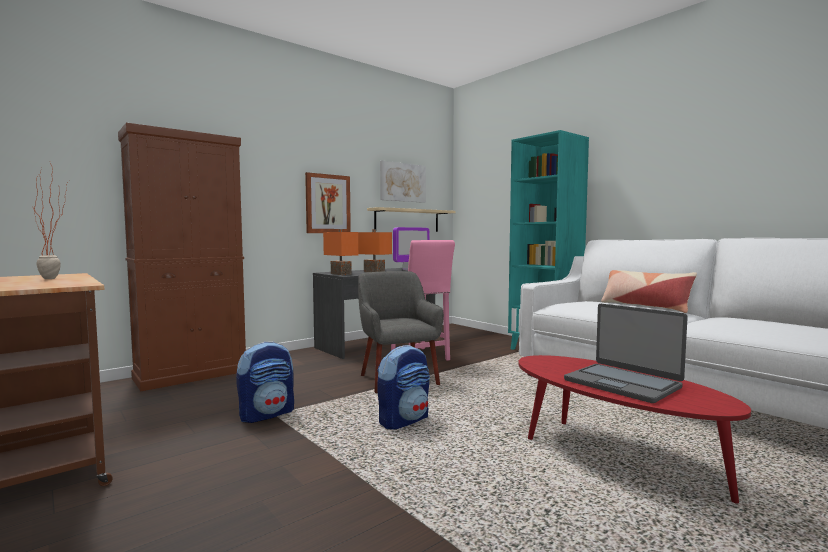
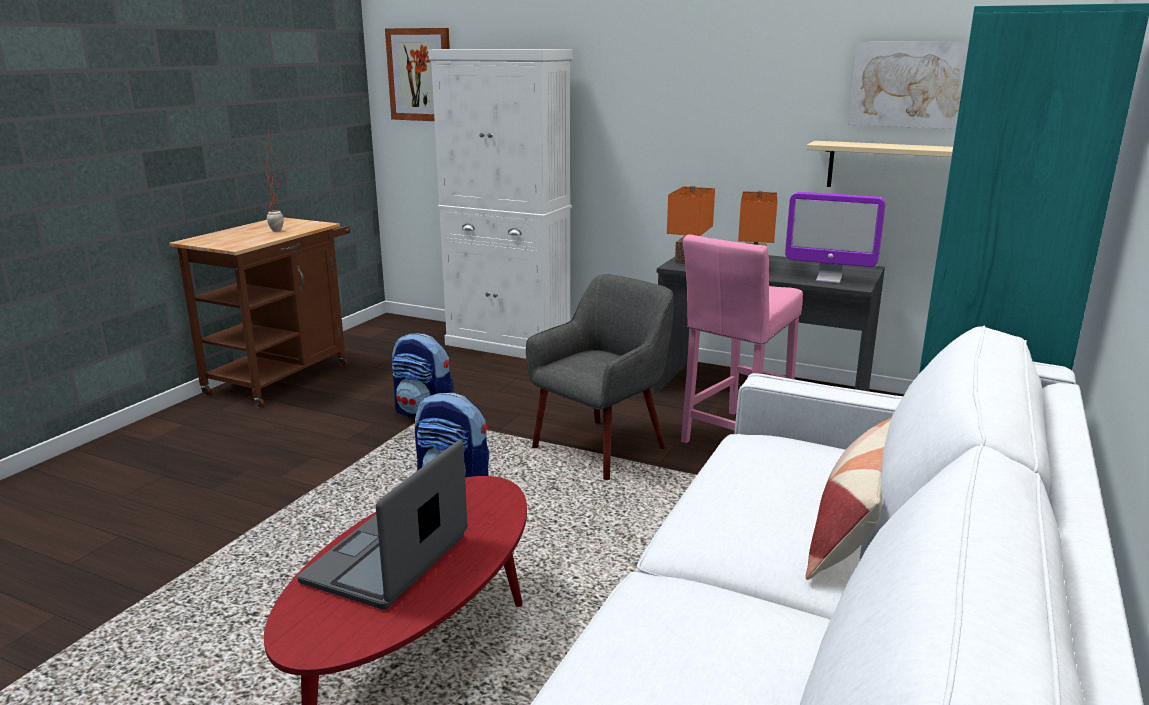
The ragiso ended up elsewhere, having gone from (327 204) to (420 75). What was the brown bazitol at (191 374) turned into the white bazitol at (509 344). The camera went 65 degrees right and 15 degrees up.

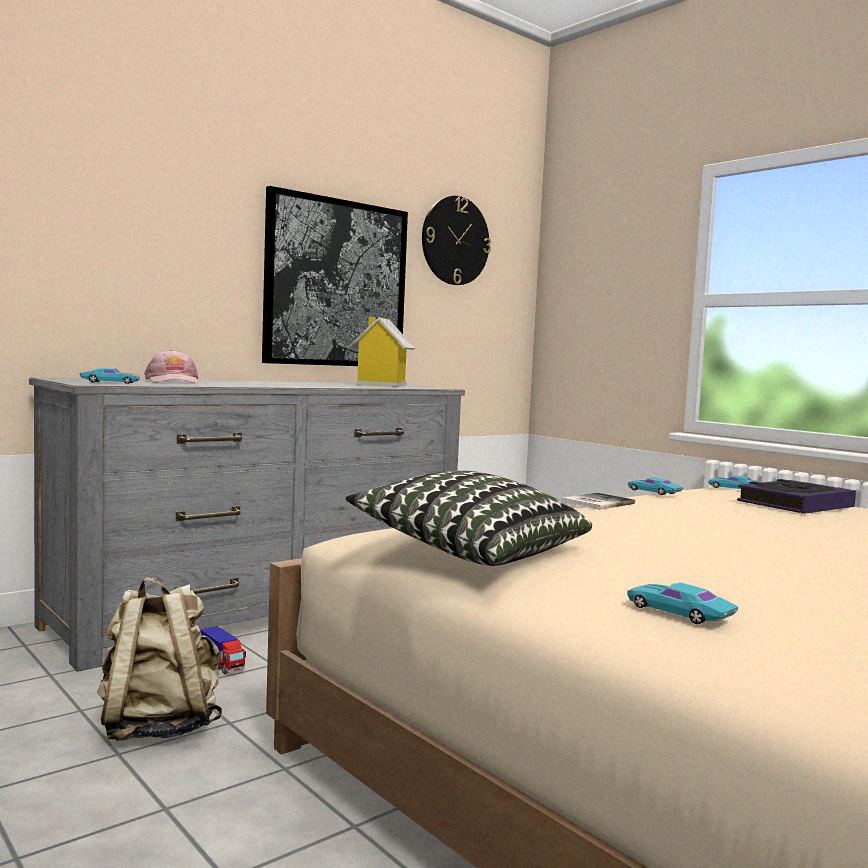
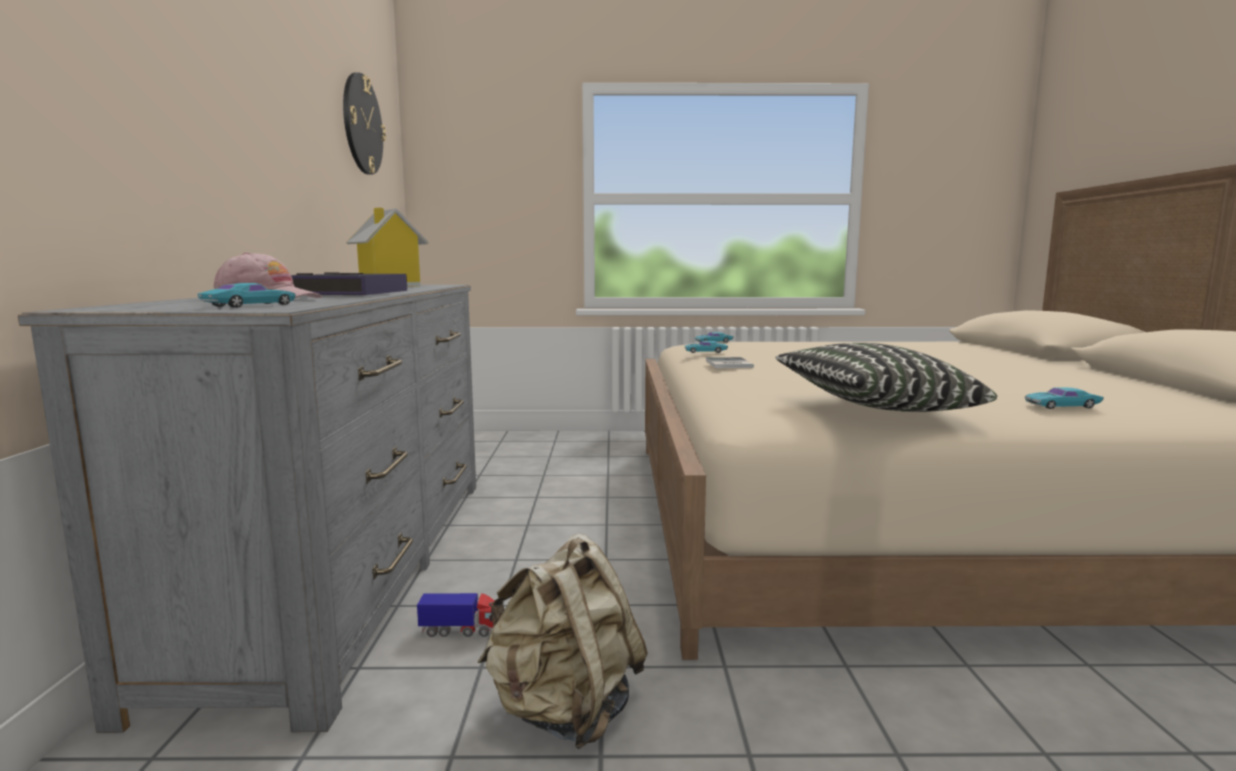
The second view lost the ragiso at (336 283). The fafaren ended up elsewhere, having gone from (794 504) to (350 294). The camera went 50 degrees left and 5 degrees up.

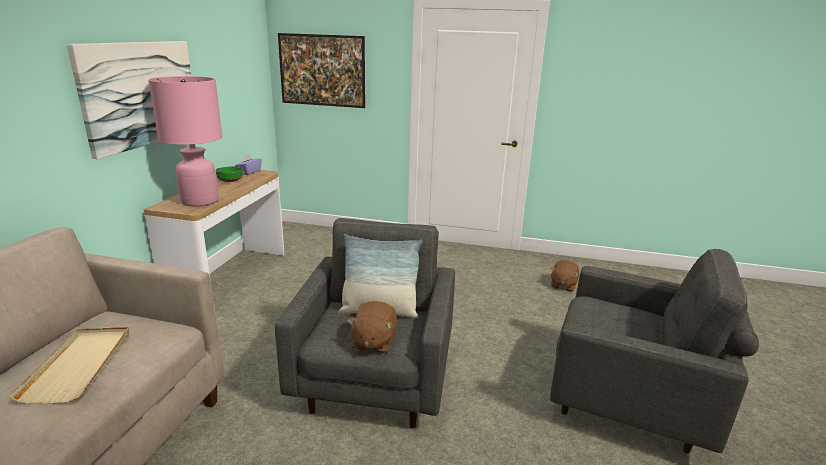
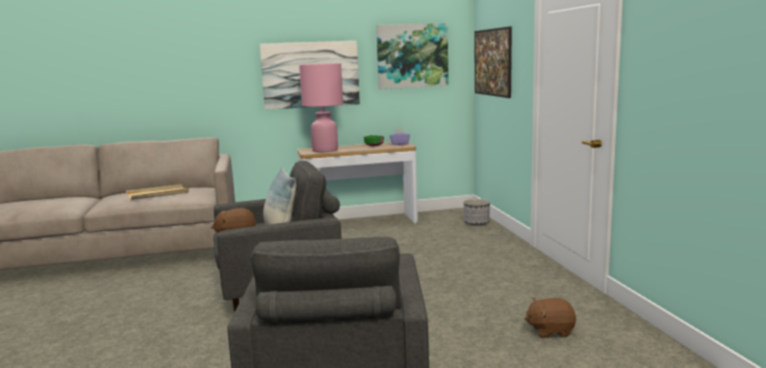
The second view gained the ragiso at (412 56). The second view gained the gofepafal at (476 223). The camera went 65 degrees right and 10 degrees down.

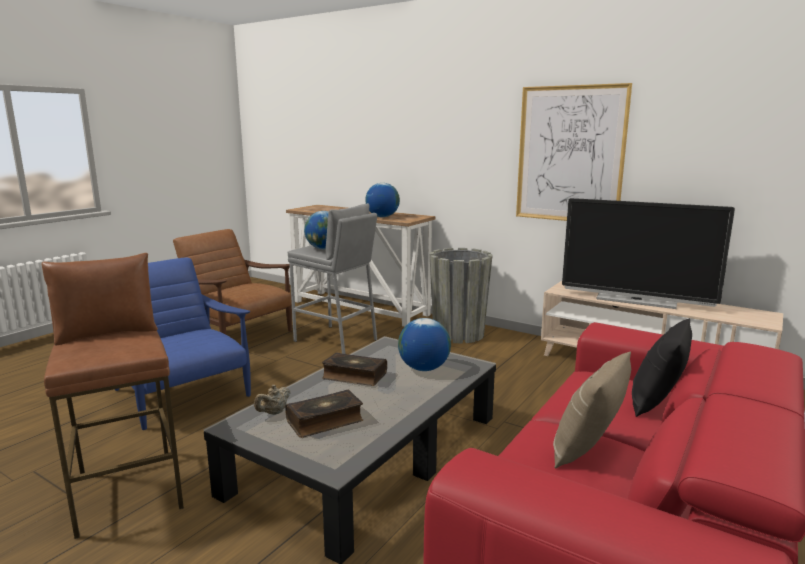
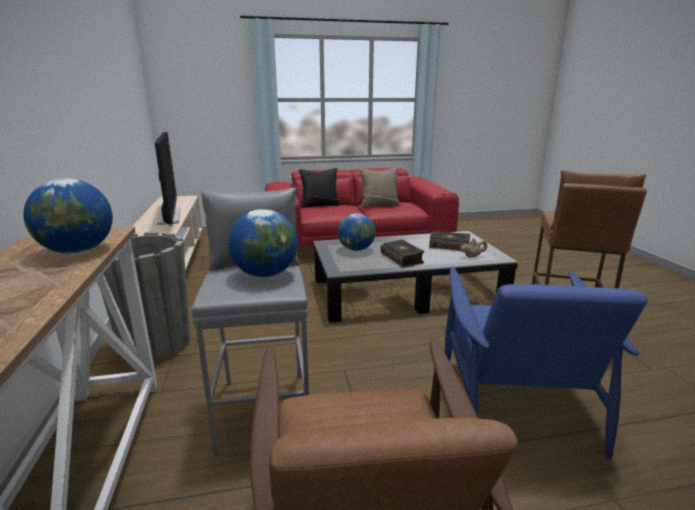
The second view lost the ragiso at (570 154). The camera went 135 degrees left and 5 degrees up.

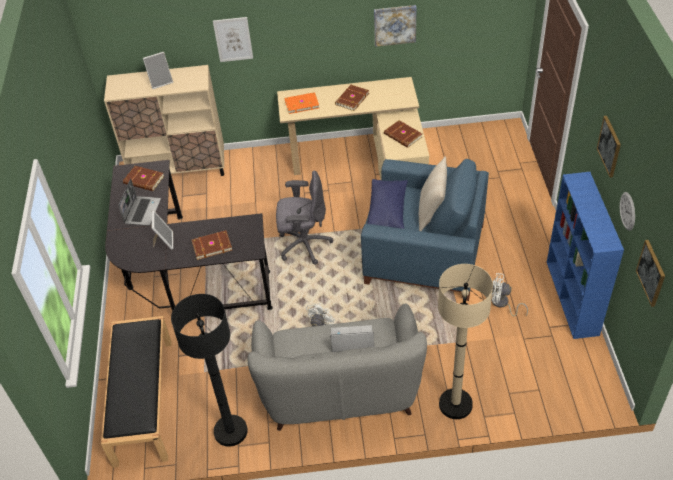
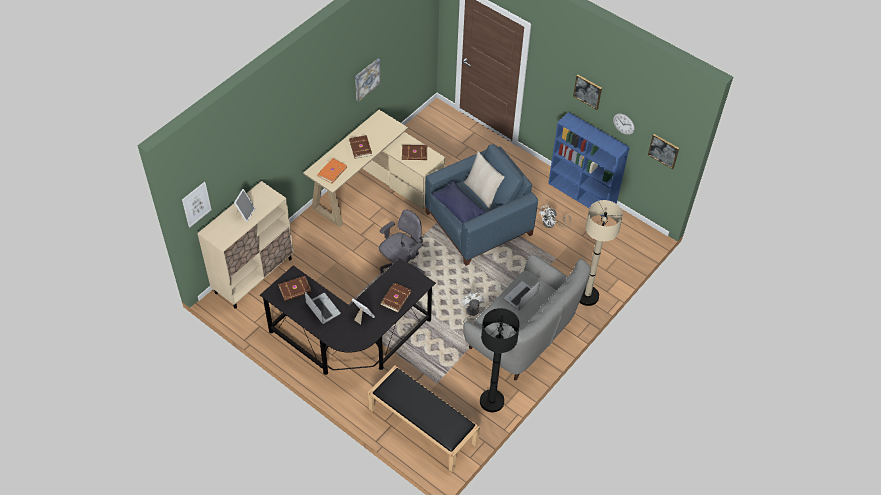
The ragiso ended up elsewhere, having gone from (233 39) to (196 204). The camera went 50 degrees left and 5 degrees up.

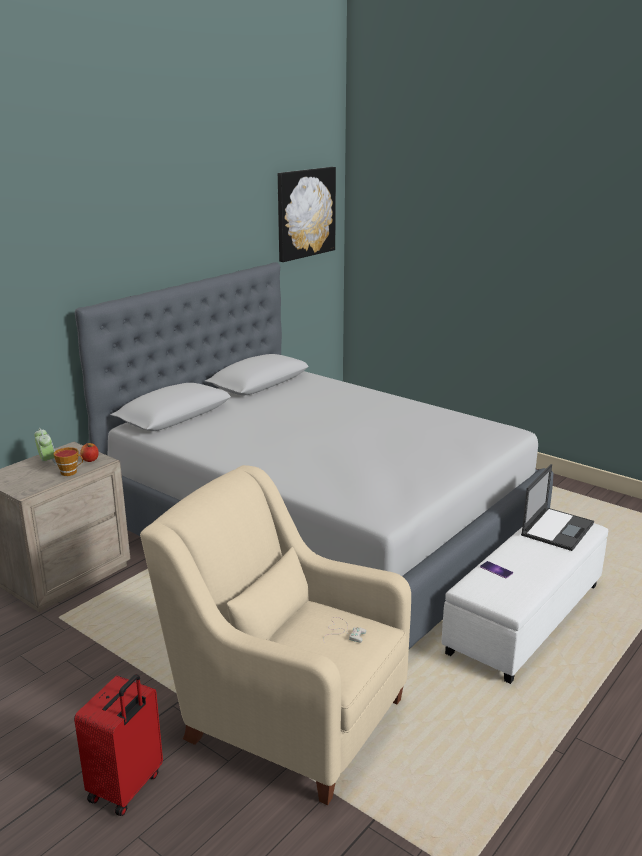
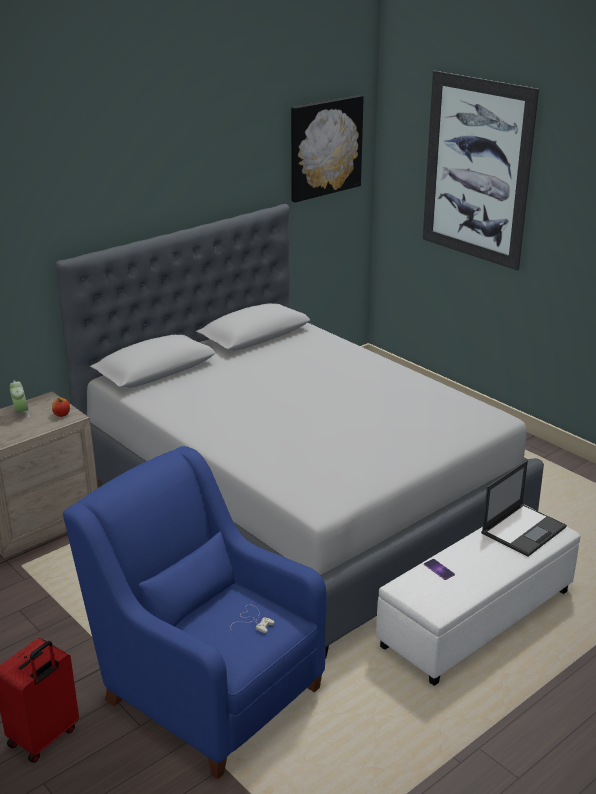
The second view lost the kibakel at (70 472). The second view gained the ragiso at (476 170). What was the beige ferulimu at (286 714) turned into the blue ferulimu at (206 688). The camera went 10 degrees right and 5 degrees up.

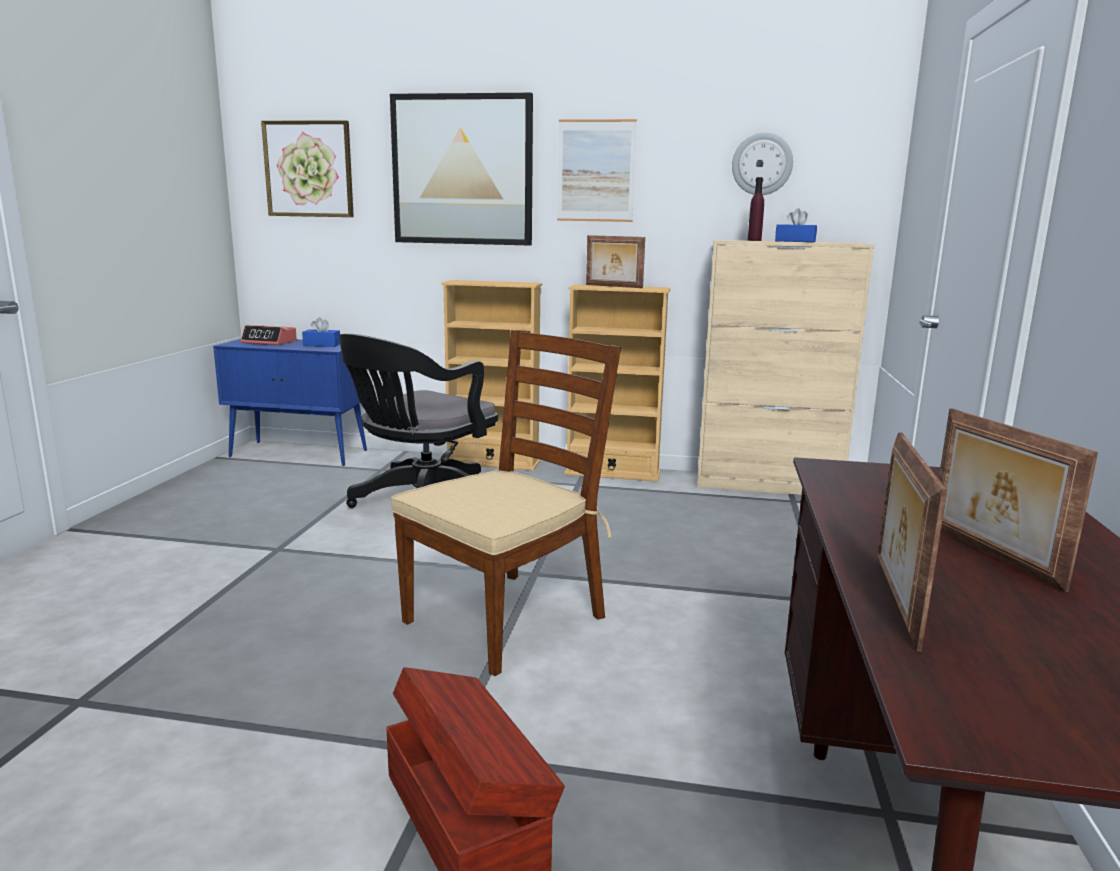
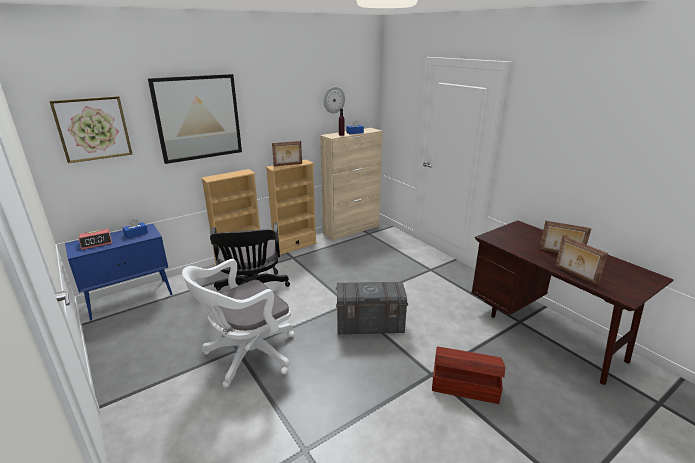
The second view lost the ragiso at (596 171). The second view gained the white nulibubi at (247 356). Where the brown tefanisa stood at (506 618), the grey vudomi came to stand at (370 325). The camera went 45 degrees left and 10 degrees up.

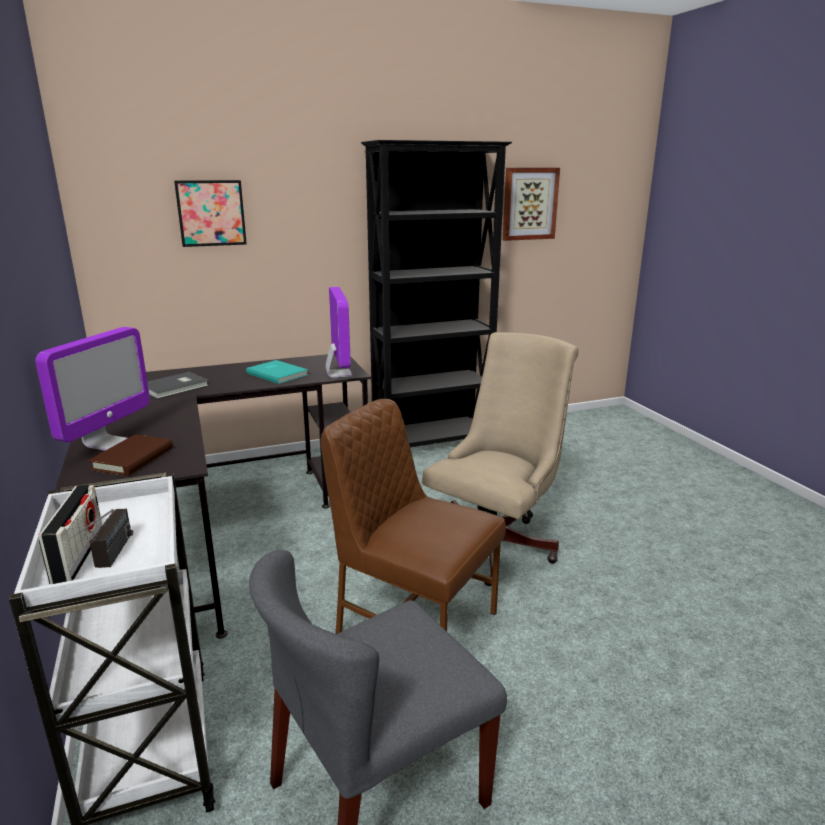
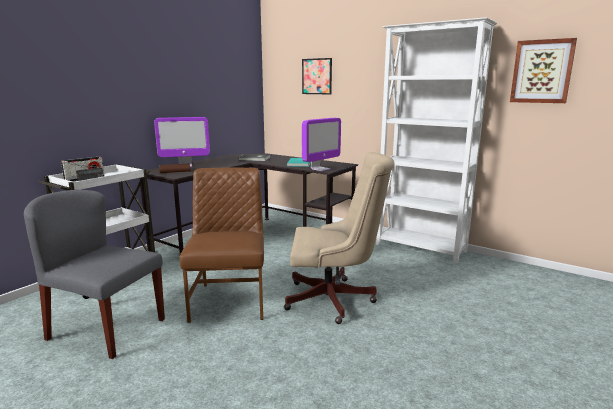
What was the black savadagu at (433 443) turned into the white savadagu at (421 248). The camera went 55 degrees right and 5 degrees down.

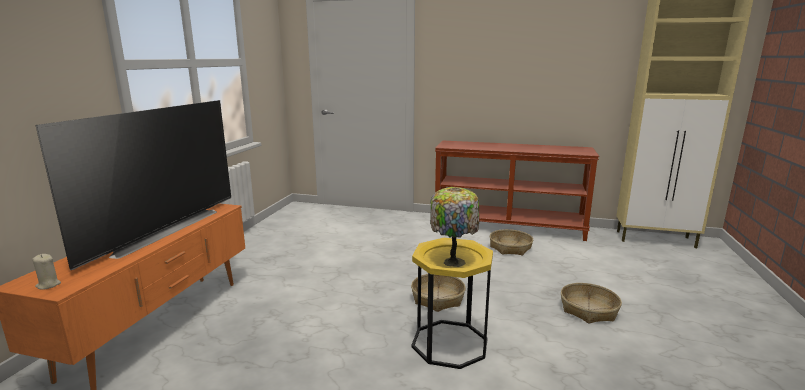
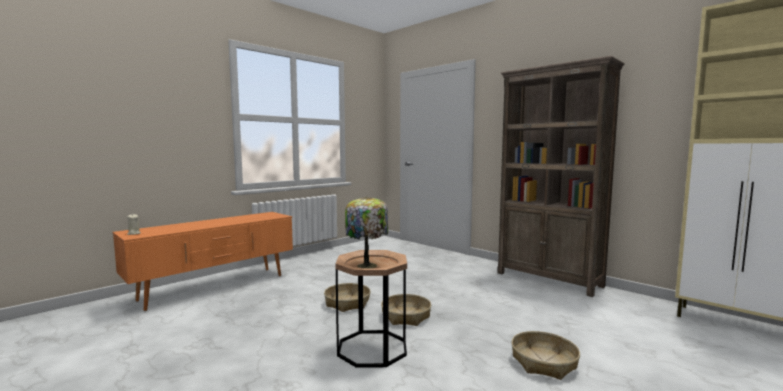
The second view lost the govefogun at (161 230). The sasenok ended up elsewhere, having gone from (510 248) to (347 303). Where the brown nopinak stood at (508 226), the brown savadagu came to stand at (549 279). What was the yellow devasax at (449 343) turned into the brown devasax at (372 348). The camera went 30 degrees right and 10 degrees down.

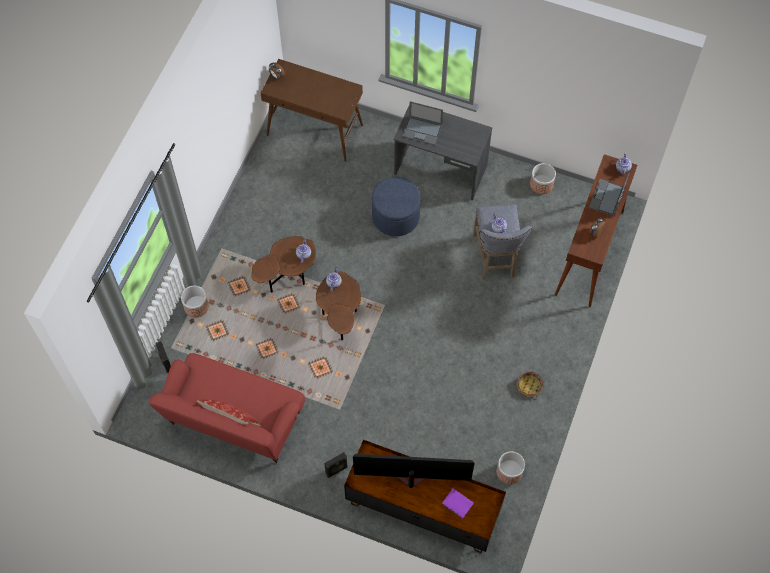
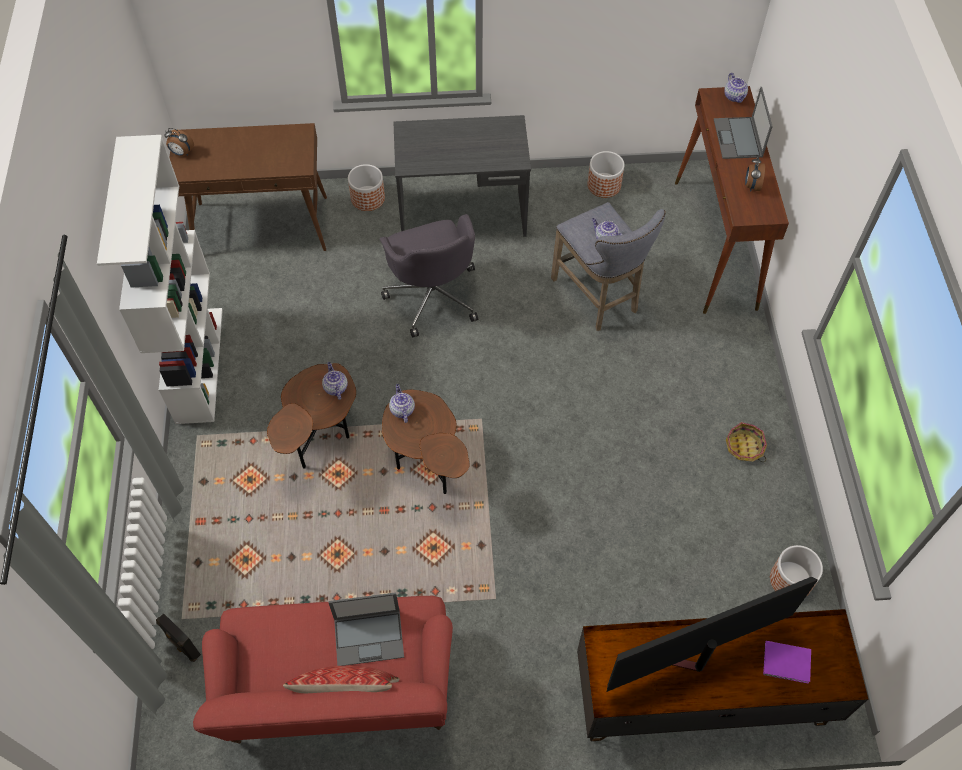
The second view lost the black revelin at (337 470). The second view gained the white savadagu at (198 364). The gofepafal ended up elsewhere, having gone from (196 306) to (367 198). The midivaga ended up elsewhere, having gone from (422 130) to (370 637). Where the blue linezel stood at (395 216), the grey nulibubi came to stand at (433 295). The camera went 25 degrees left and 5 degrees down.

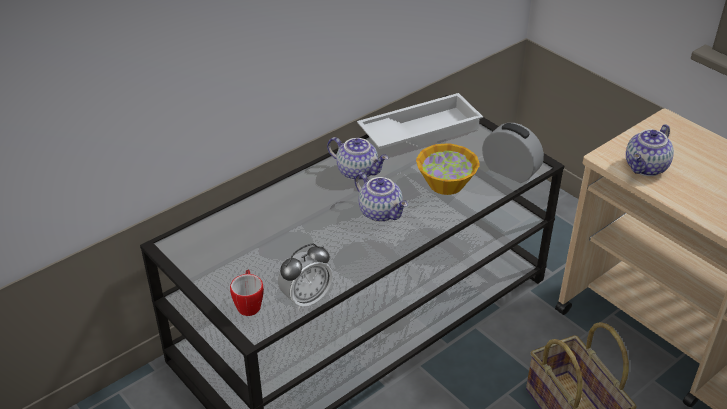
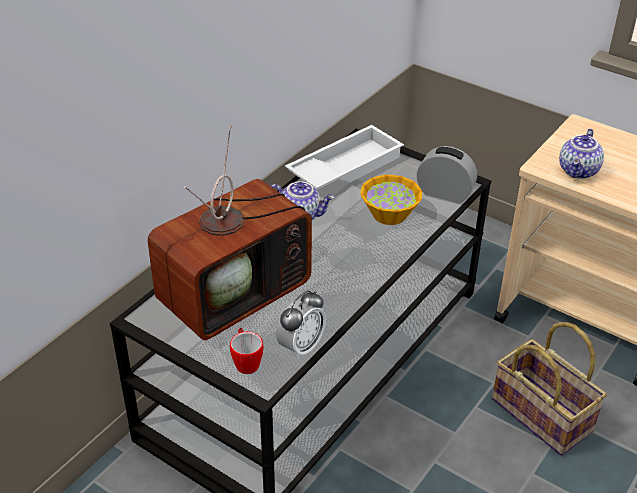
The second view lost the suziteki at (381 212). The second view gained the govefogun at (235 292). The camera went 15 degrees left and 0 degrees up.

